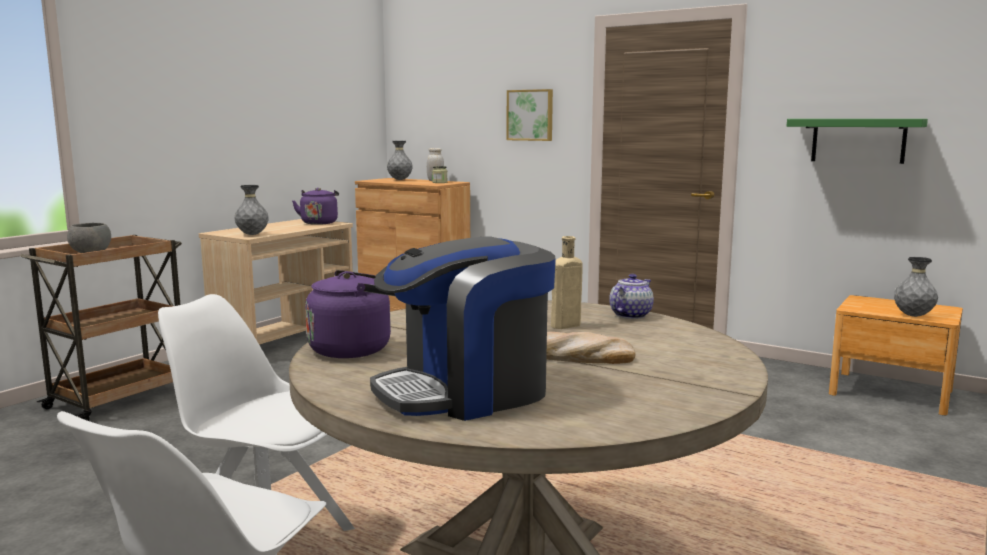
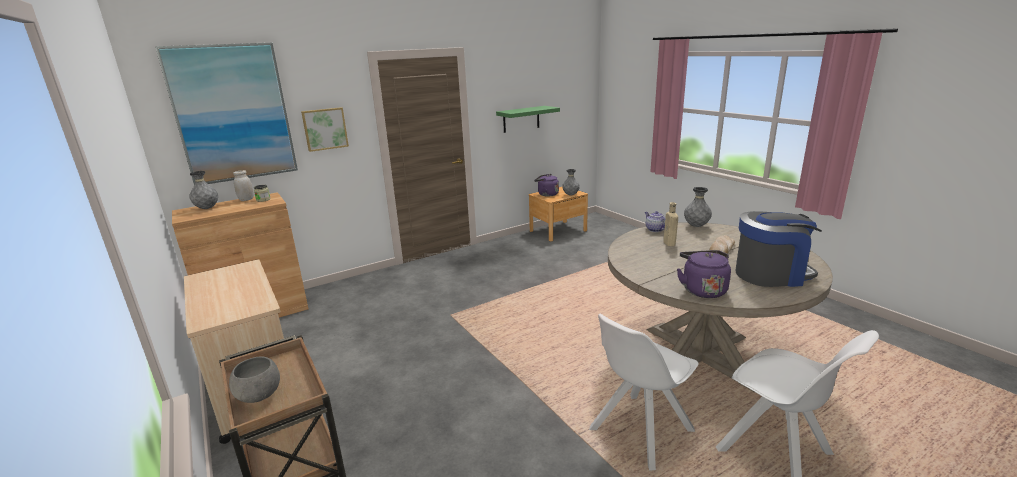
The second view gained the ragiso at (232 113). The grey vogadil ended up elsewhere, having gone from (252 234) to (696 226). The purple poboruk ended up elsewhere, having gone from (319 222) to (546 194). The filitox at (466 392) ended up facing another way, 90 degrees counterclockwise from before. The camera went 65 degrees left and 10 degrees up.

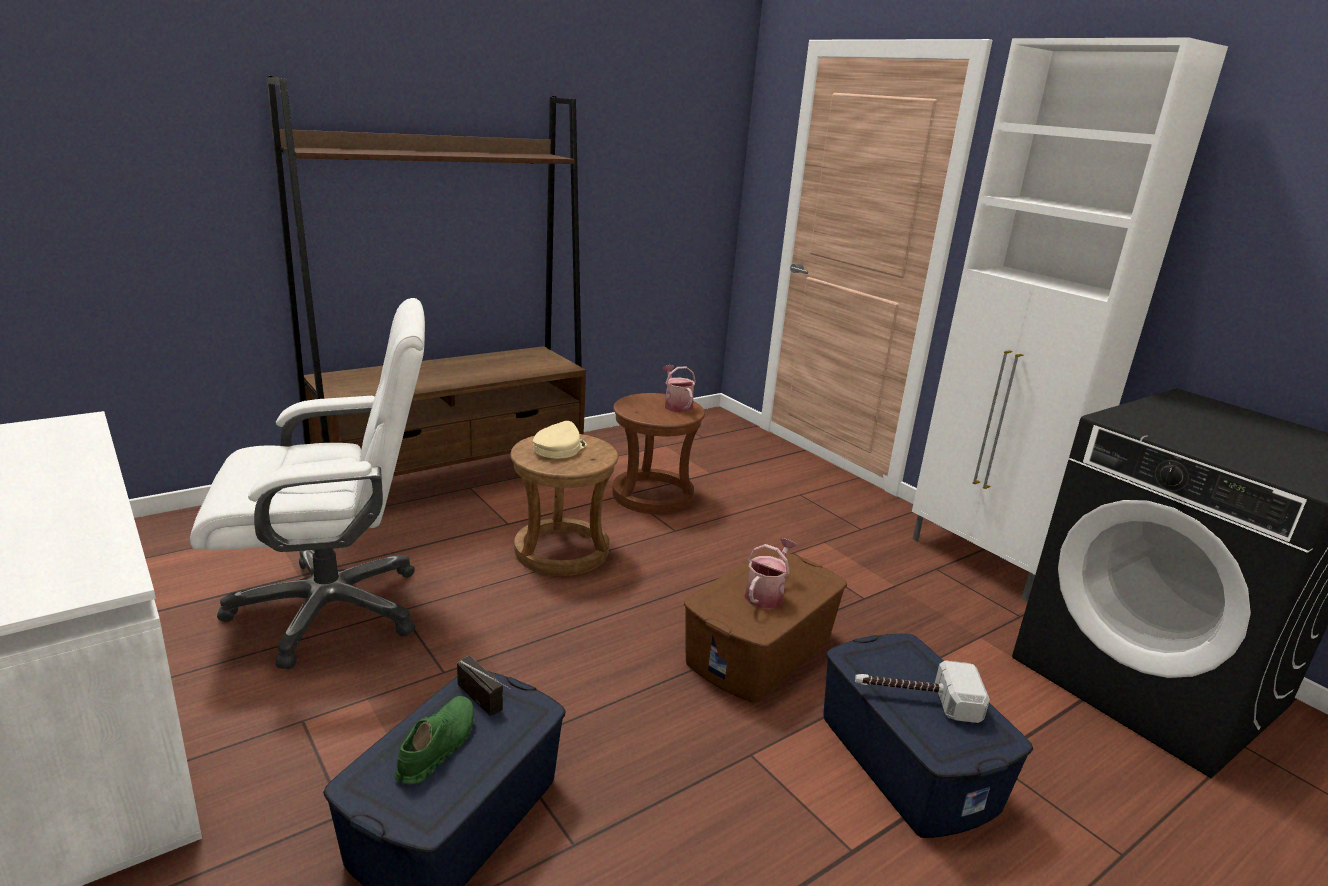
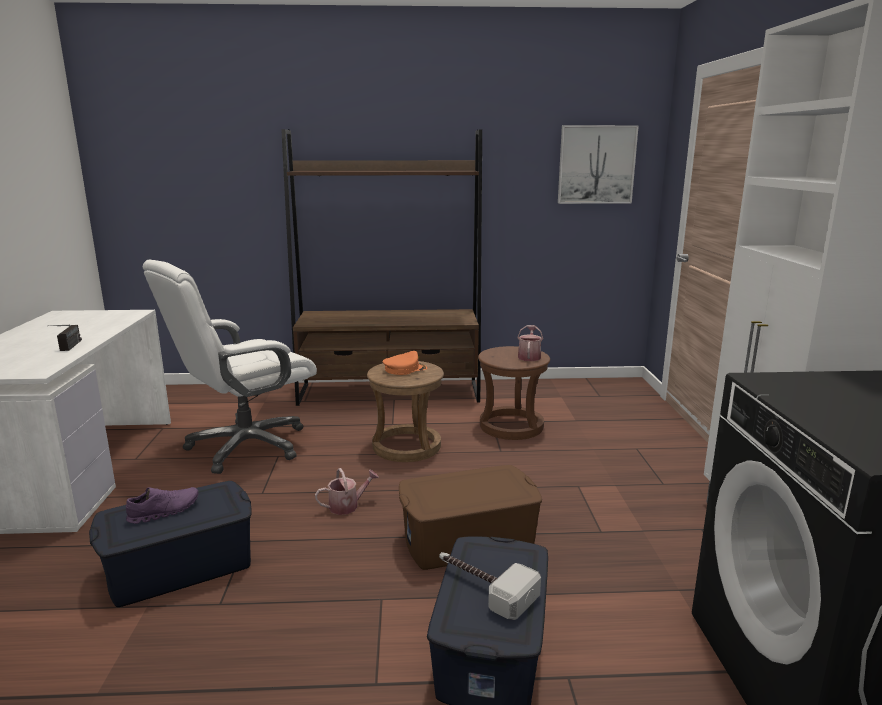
The second view gained the ragiso at (596 165). The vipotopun ended up elsewhere, having gone from (490 705) to (68 348). The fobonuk ended up elsewhere, having gone from (767 594) to (347 506). What was the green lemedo at (437 748) turned into the purple lemedo at (164 511). What was the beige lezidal at (558 448) turned into the orange lezidal at (404 369). The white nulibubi at (331 609) ended up facing another way, 120 degrees clockwise from before. The camera went 35 degrees right and 5 degrees down.

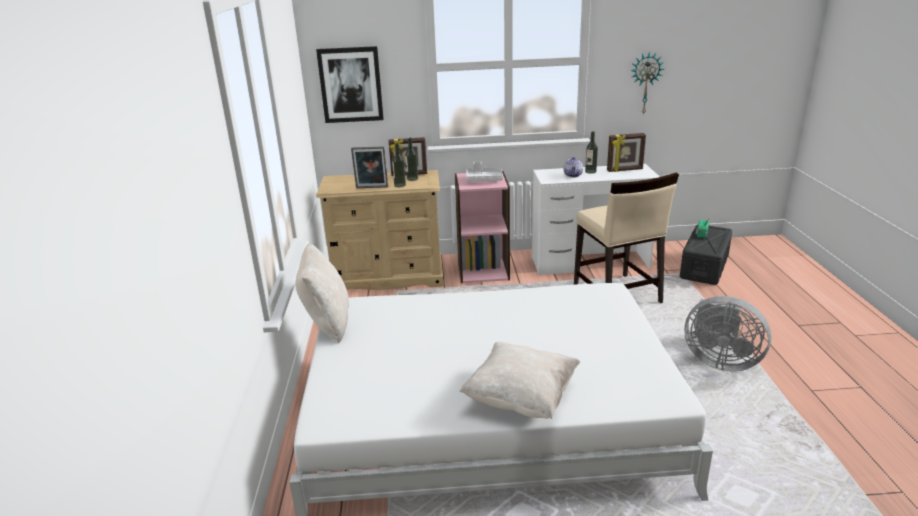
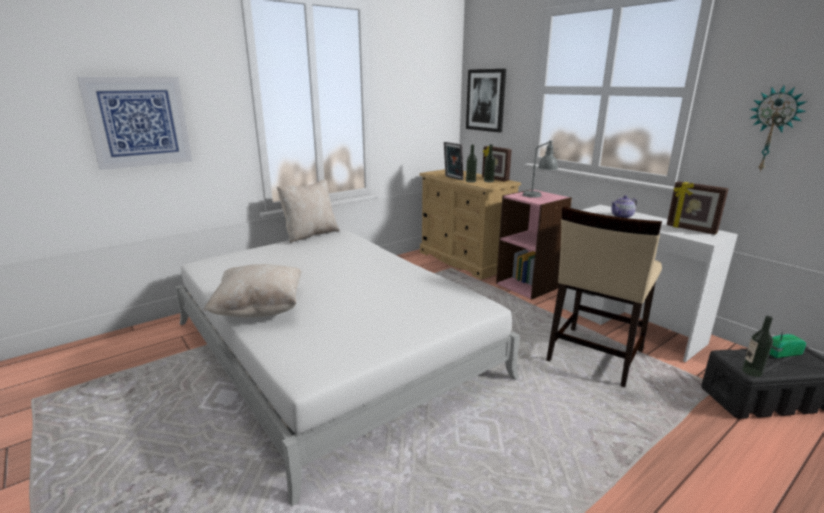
The second view lost the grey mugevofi at (719 361). The second view gained the ragiso at (139 122). The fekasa ended up elsewhere, having gone from (590 171) to (751 372). Where the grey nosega stood at (484 179), the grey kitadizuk came to stand at (538 196). The camera went 55 degrees right and 5 degrees down.

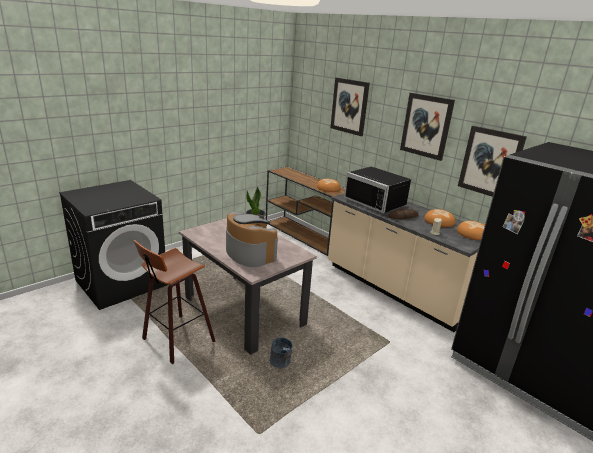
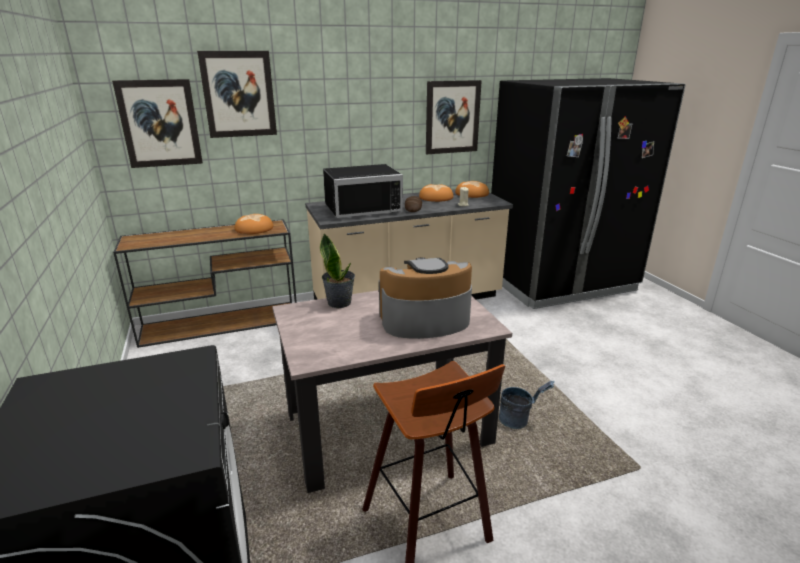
The ragiso ended up elsewhere, having gone from (426 126) to (160 123). The camera went 65 degrees left and 0 degrees up.

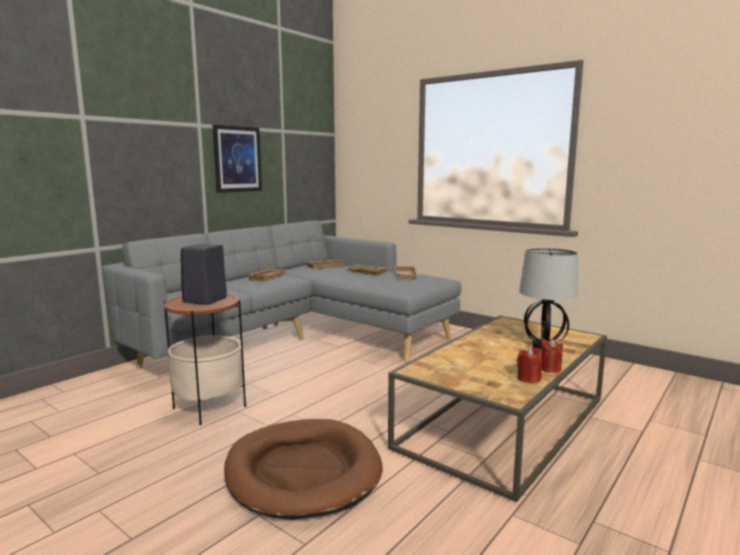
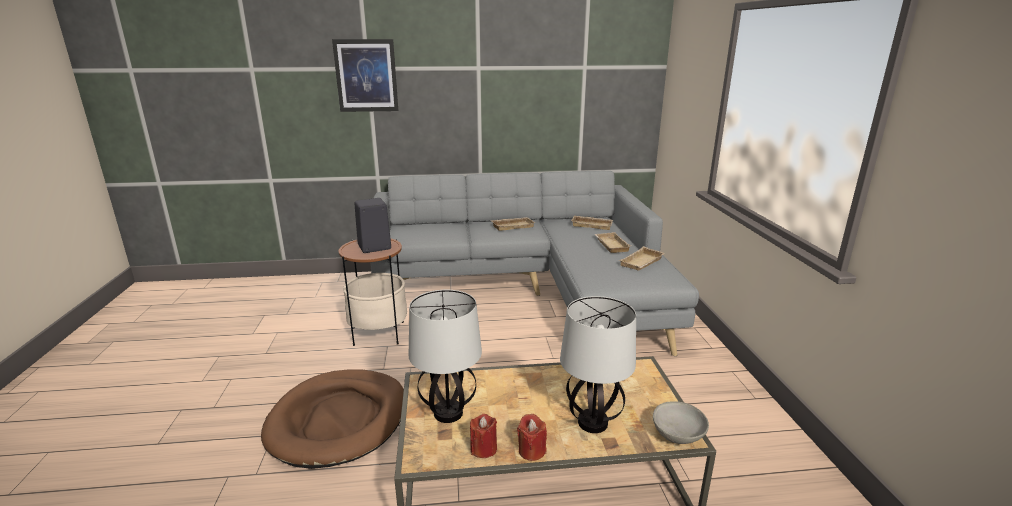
The second view gained the kitadizuk at (448 414). The second view gained the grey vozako at (678 434). The ragiso ended up elsewhere, having gone from (237 159) to (366 76). The camera went 45 degrees right and 10 degrees up.

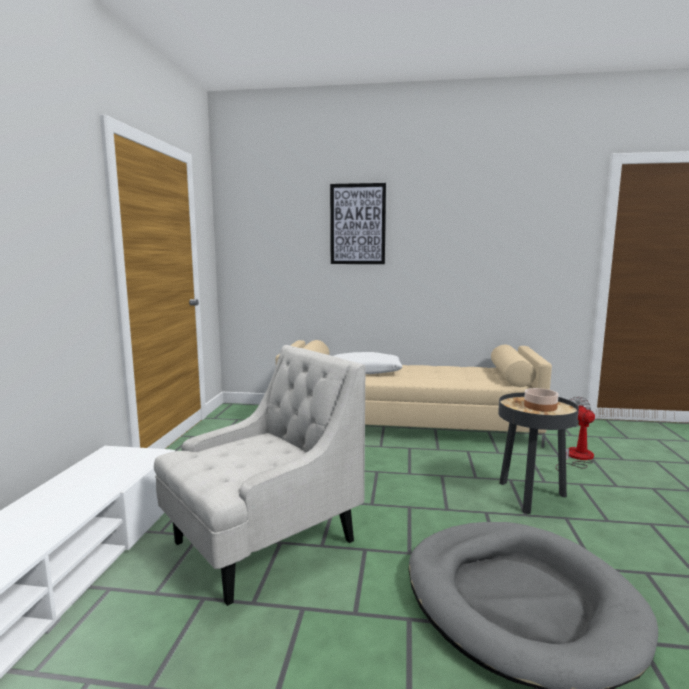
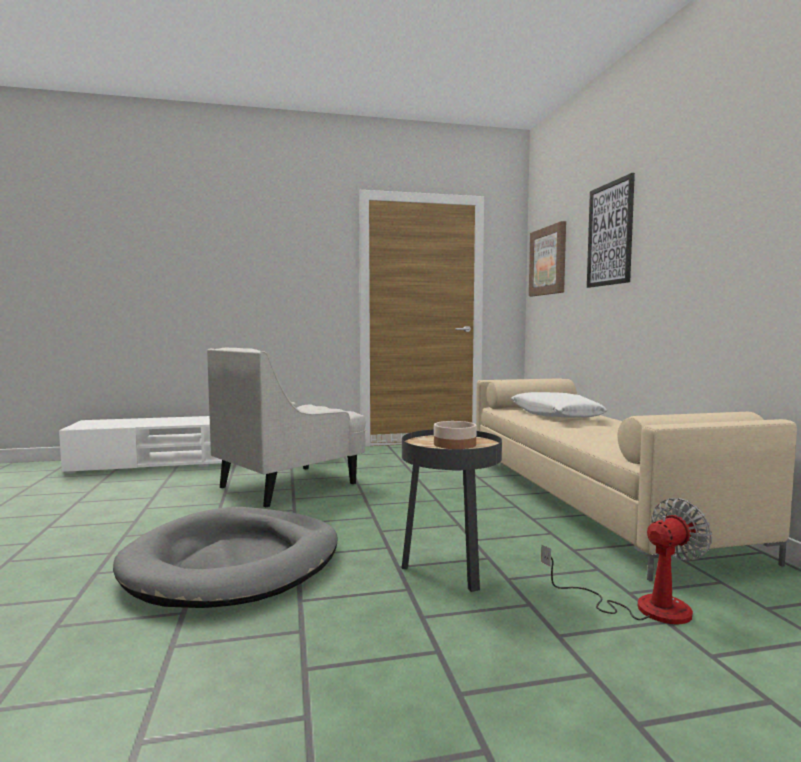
The second view gained the ragiso at (548 261). The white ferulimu at (262 543) ended up facing another way, 105 degrees clockwise from before. The camera went 70 degrees right and 5 degrees down.

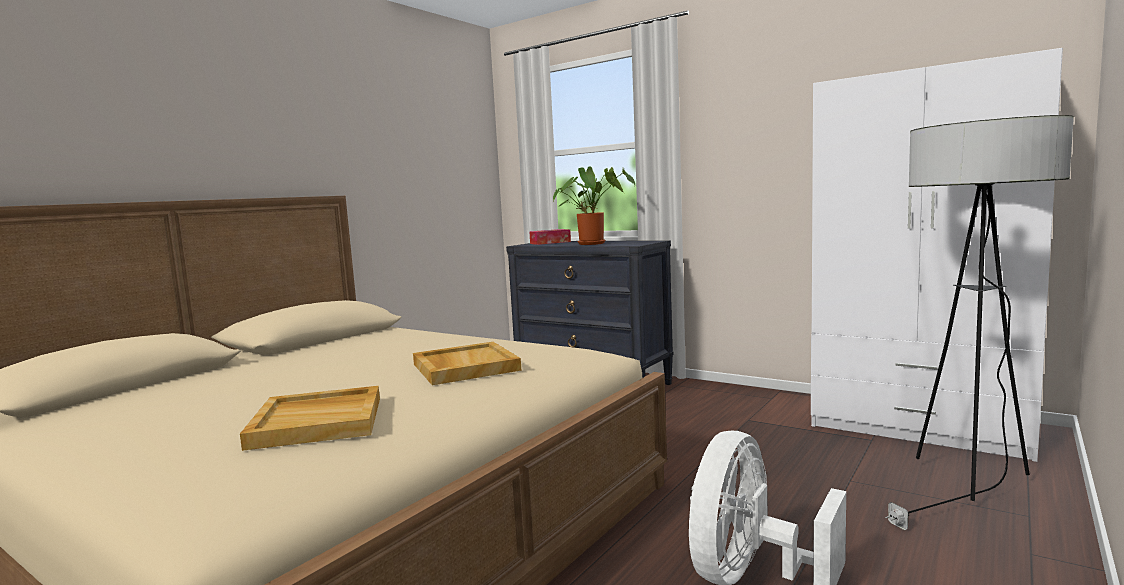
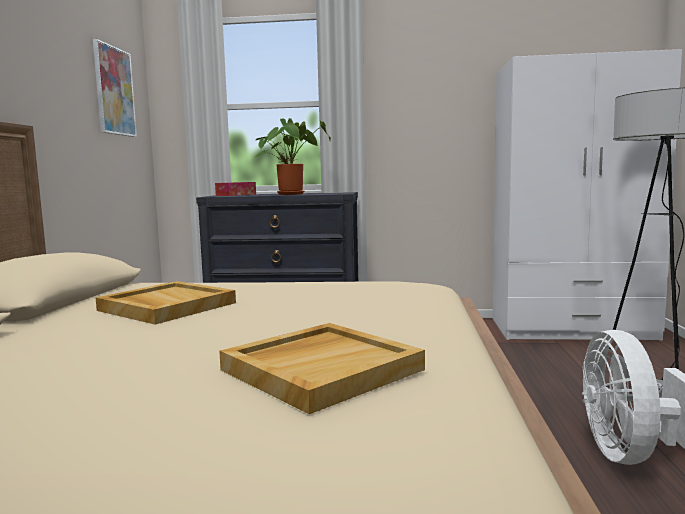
The second view gained the ragiso at (114 91). The beige nosega ended up elsewhere, having gone from (464 367) to (166 307). The camera went 30 degrees left and 0 degrees up.

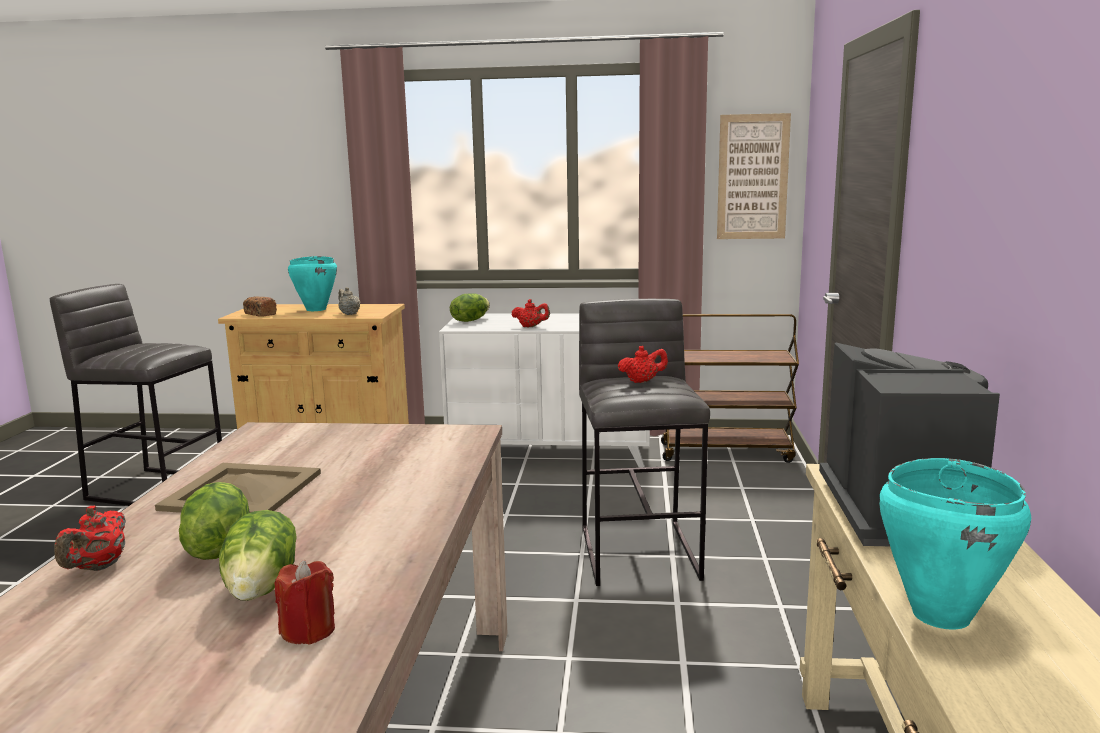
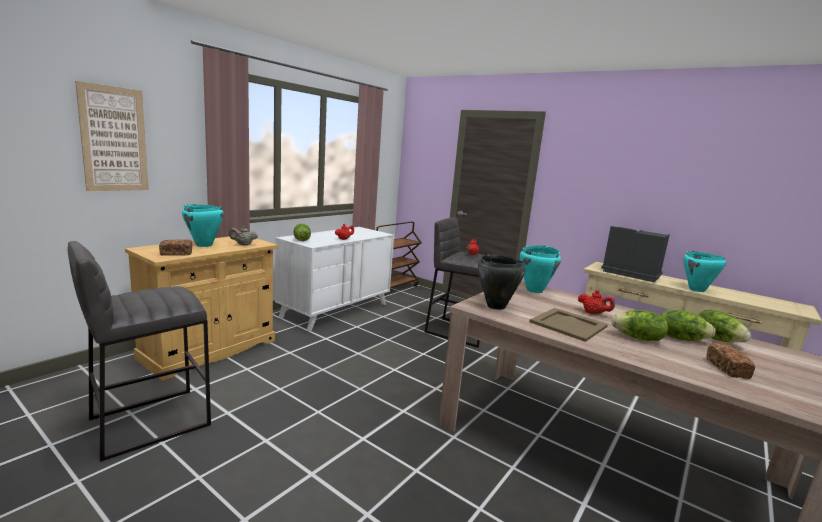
The second view gained the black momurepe at (496 306). The second view gained the turquoise momurepe at (535 290). The second view gained the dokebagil at (727 369). The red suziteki ended up elsewhere, having gone from (98 567) to (593 313). The ragiso ended up elsewhere, having gone from (752 177) to (114 139). Where the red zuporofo stood at (308 631), the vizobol came to stand at (717 339). The camera went 60 degrees left and 0 degrees up.

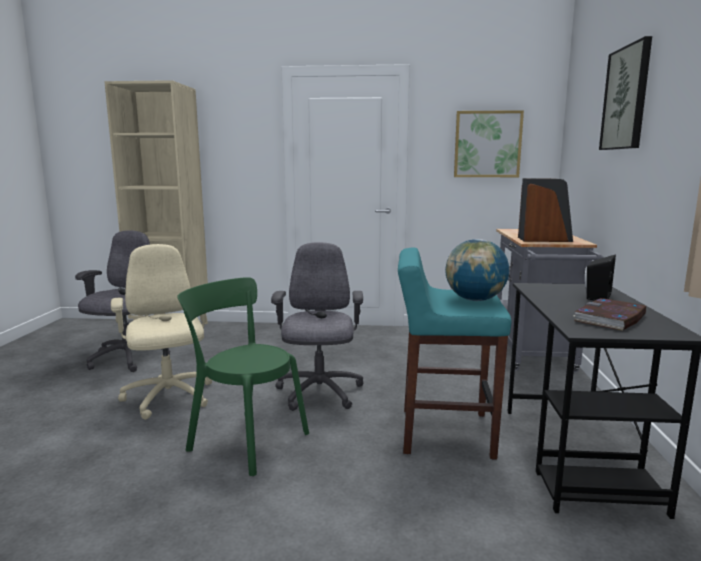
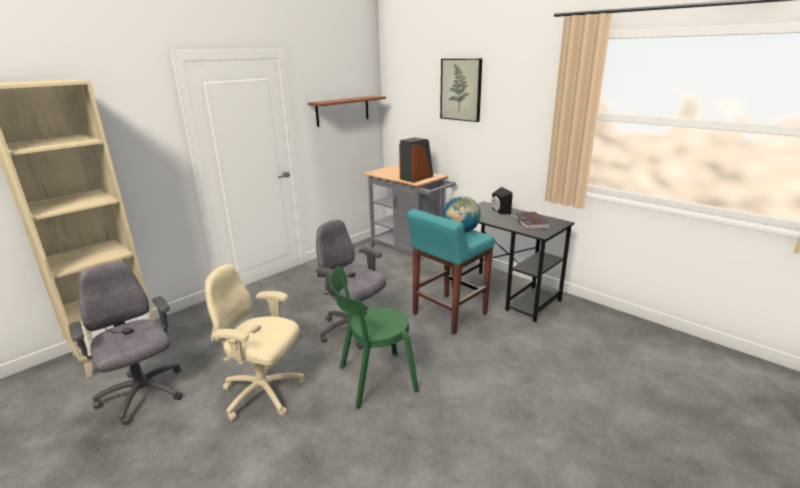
Where the ragiso hung at (487 144), the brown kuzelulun came to hang at (342 110). The camera went 50 degrees left and 10 degrees up.

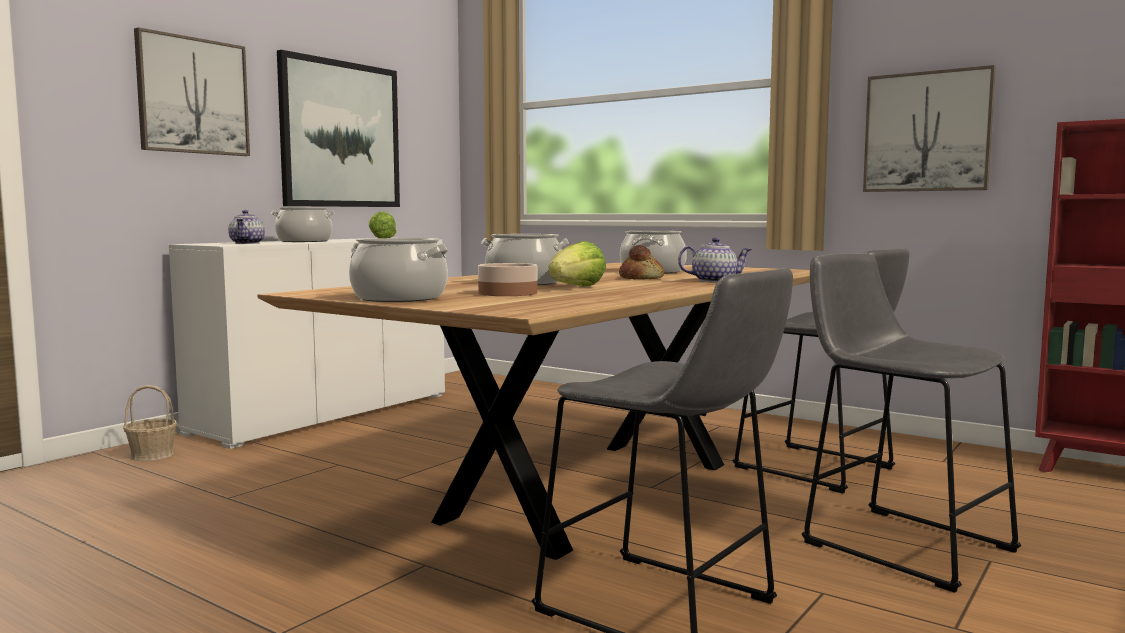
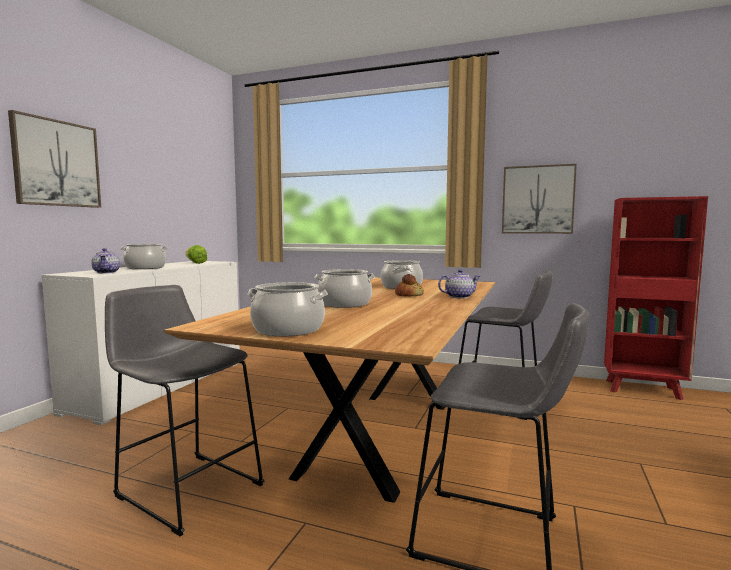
The second view lost the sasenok at (152 455). The second view lost the ragiso at (340 134). The second view lost the vozako at (508 293). The second view lost the vizobol at (576 288). The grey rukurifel ended up elsewhere, having gone from (898 543) to (186 487). The camera went 15 degrees left and 0 degrees up.

